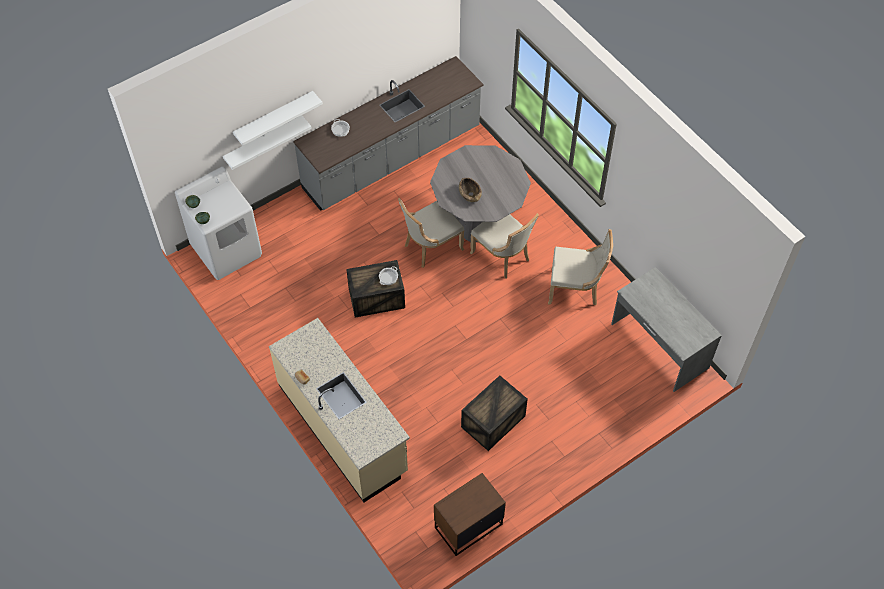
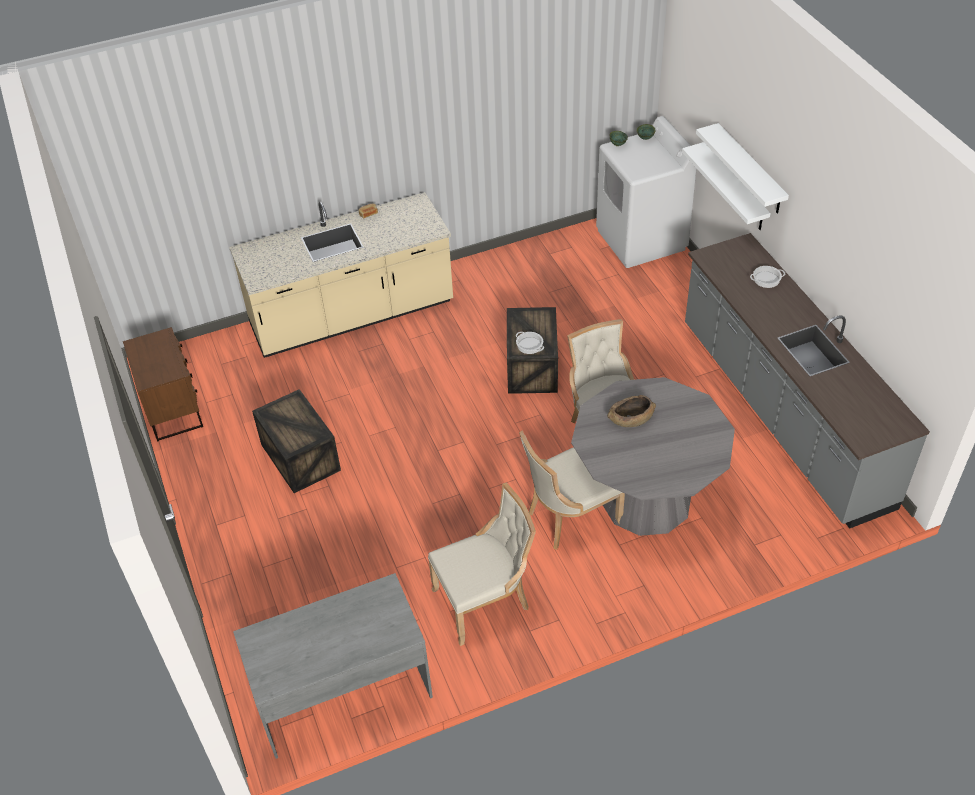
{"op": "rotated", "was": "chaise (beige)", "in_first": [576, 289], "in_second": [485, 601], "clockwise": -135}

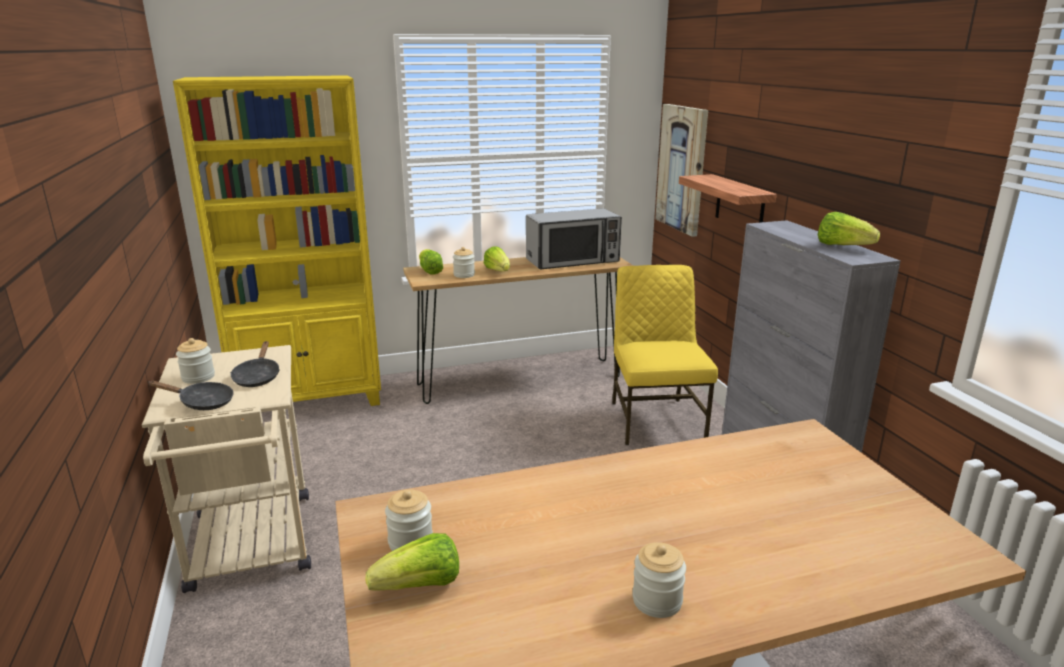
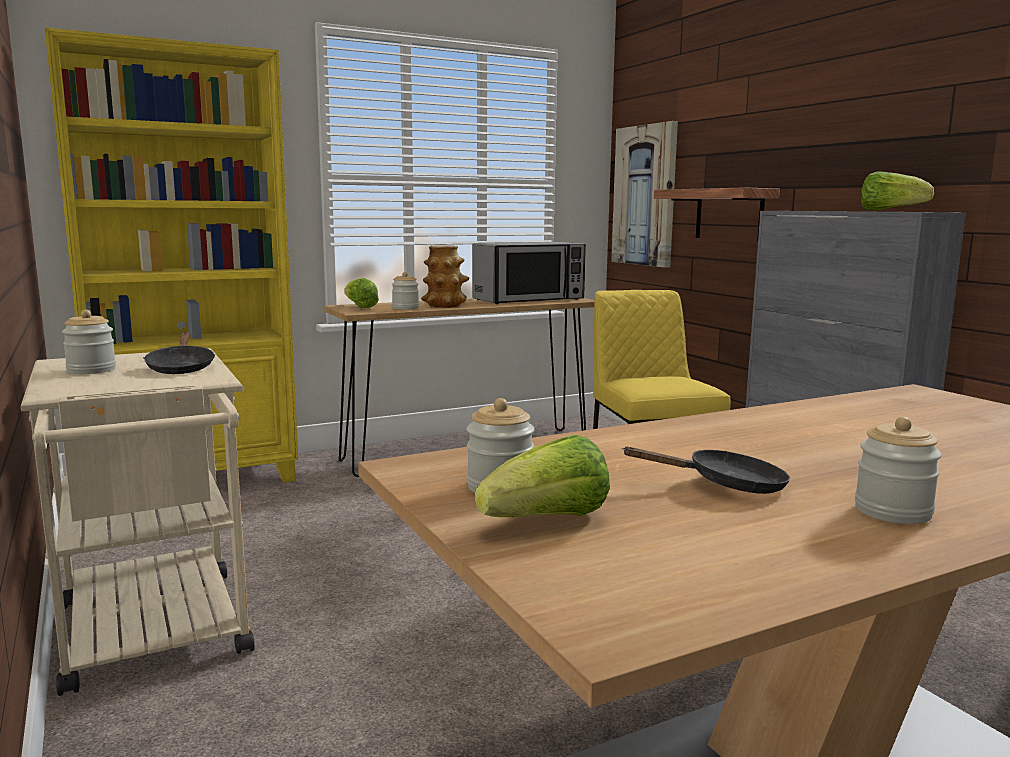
{"op": "swapped", "was": "laitue", "now": "vase", "in_first": [498, 271], "in_second": [445, 305]}
{"op": "shifted", "was": "poêle (noir)", "in_first": [202, 402], "in_second": [726, 485]}

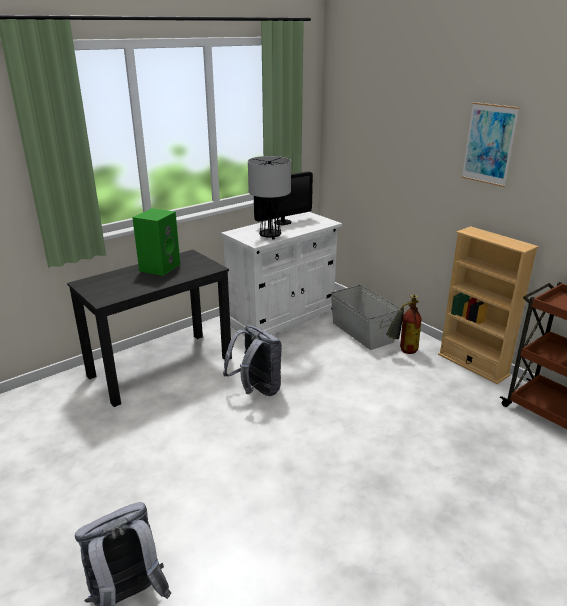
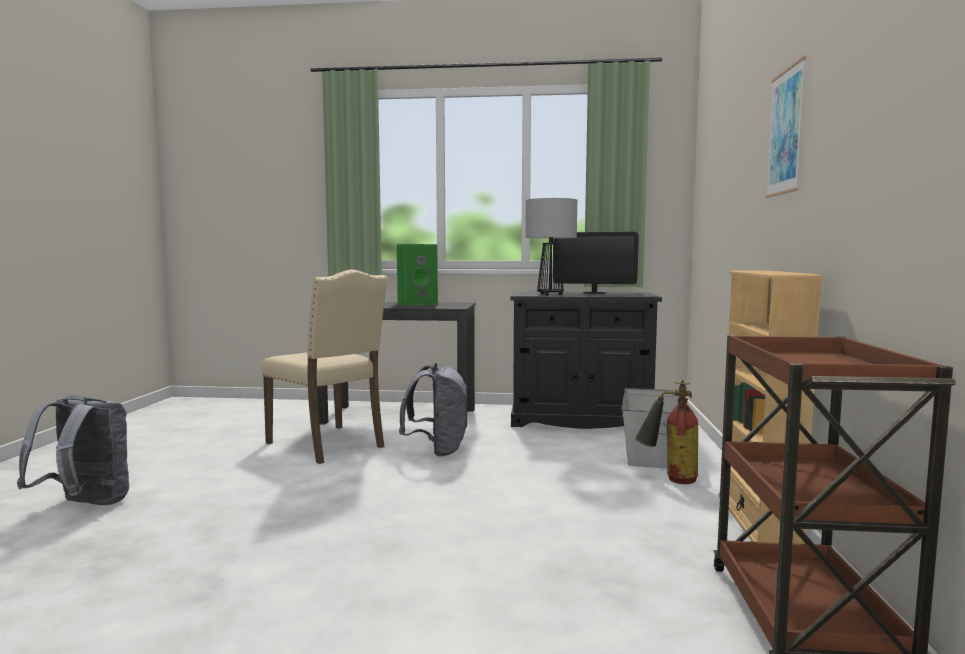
{"op": "new", "now": "chaise (beige)", "in_second": [329, 445]}
{"op": "repainted", "was": "meuble de rangement (blanc)", "now": "meuble de rangement (noir)", "in_first": [282, 317], "in_second": [580, 420]}

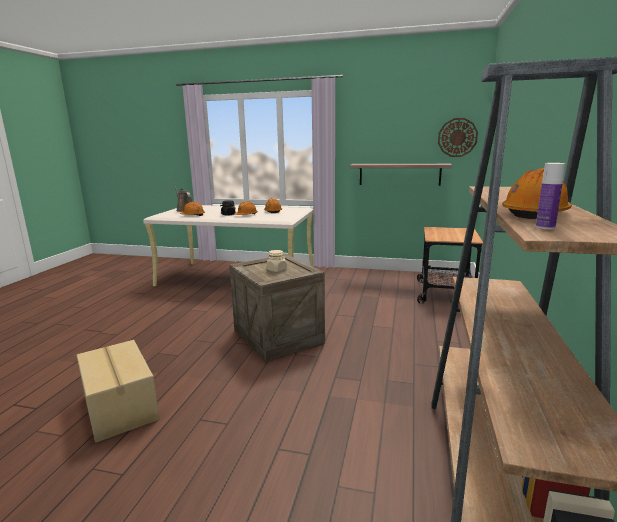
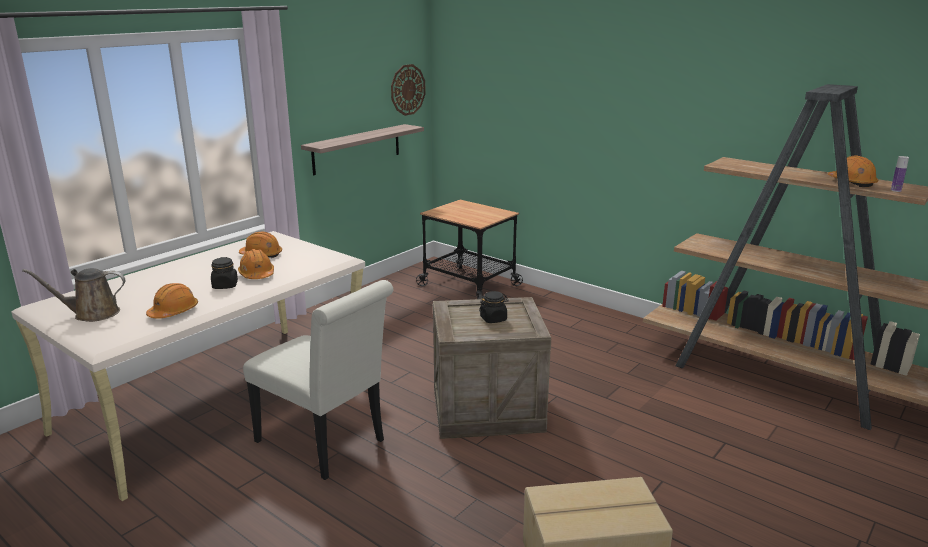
{"op": "new", "now": "chaise (blanc)", "in_second": [326, 444]}
{"op": "repainted", "was": "bocal (beige)", "now": "bocal (noir)", "in_first": [277, 270], "in_second": [493, 319]}

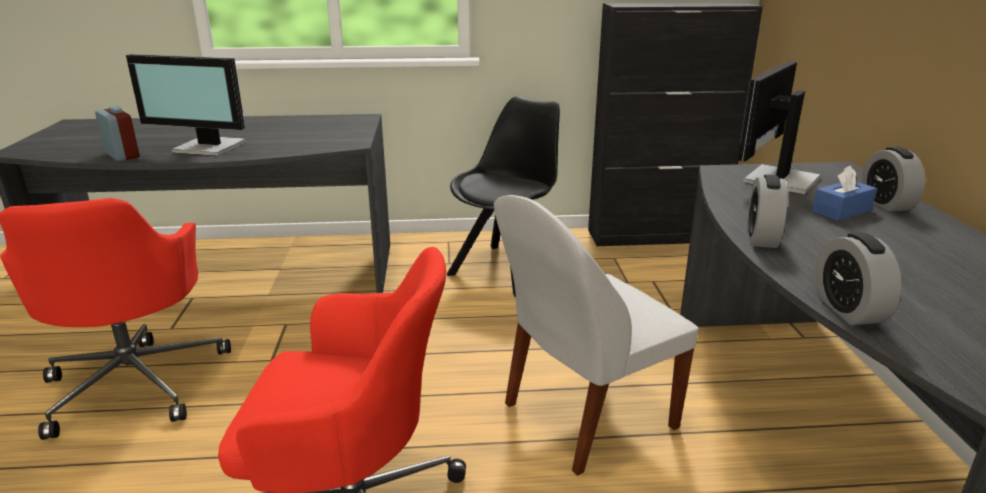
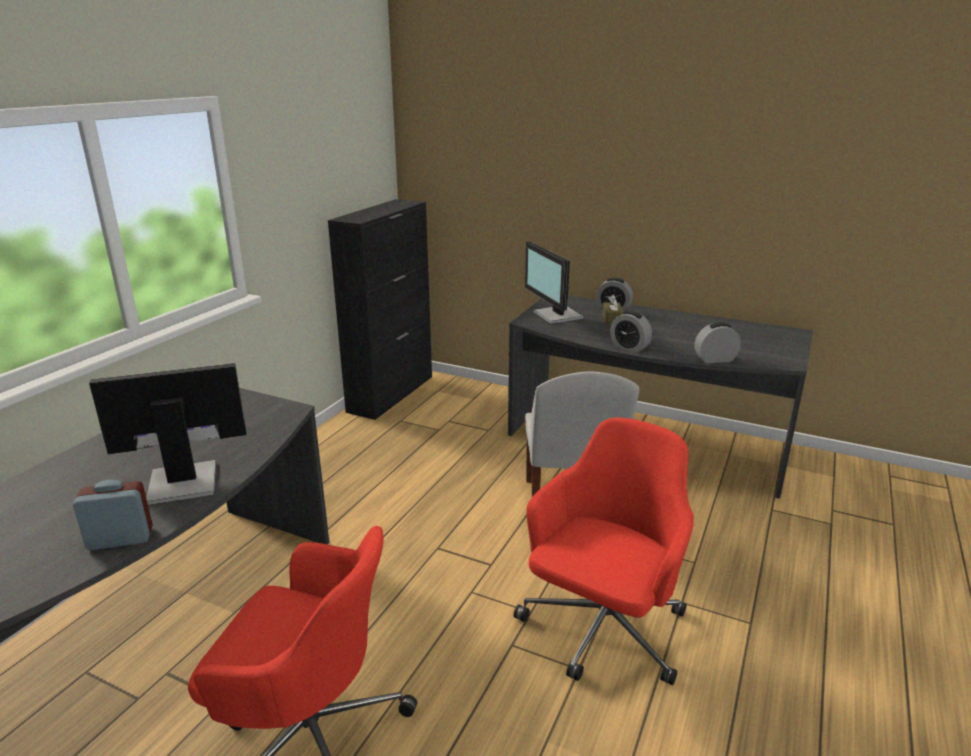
{"op": "rotated", "was": "écran d'ordinateur", "in_first": [209, 148], "in_second": [182, 481], "clockwise": -150}
{"op": "repainted", "was": "boîte à mouchoirs (bleu)", "now": "boîte à mouchoirs (marron)", "in_first": [841, 211], "in_second": [612, 320]}
{"op": "rotated", "was": "réveil", "in_first": [848, 310], "in_second": [715, 359], "clockwise": 150}
{"op": "gone", "was": "chaise (noir)", "in_first": [507, 269]}

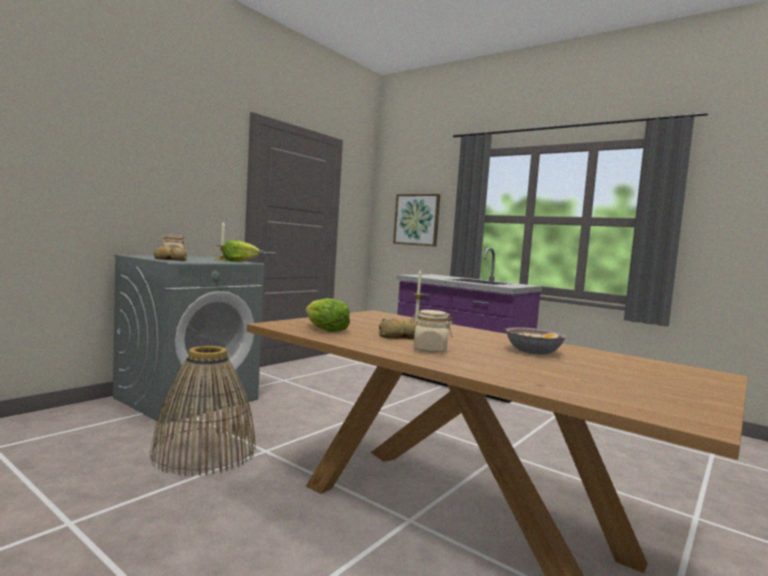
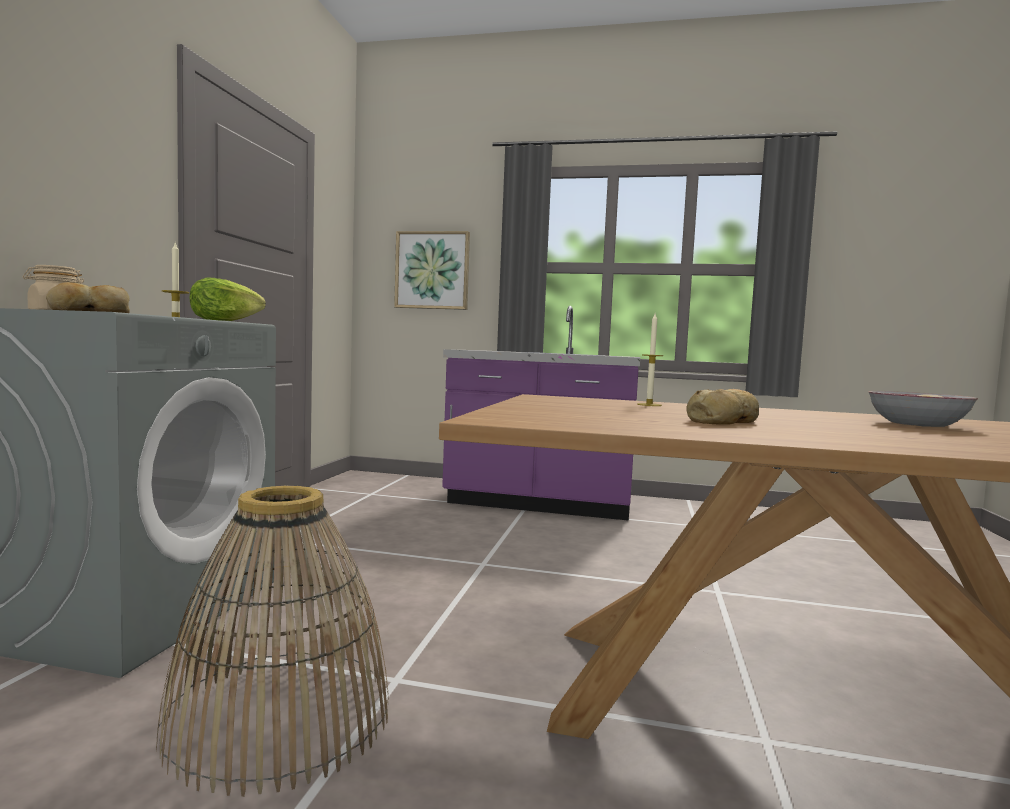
{"op": "gone", "was": "laitue", "in_first": [325, 330]}
{"op": "gone", "was": "bocal (beige)", "in_first": [429, 350]}

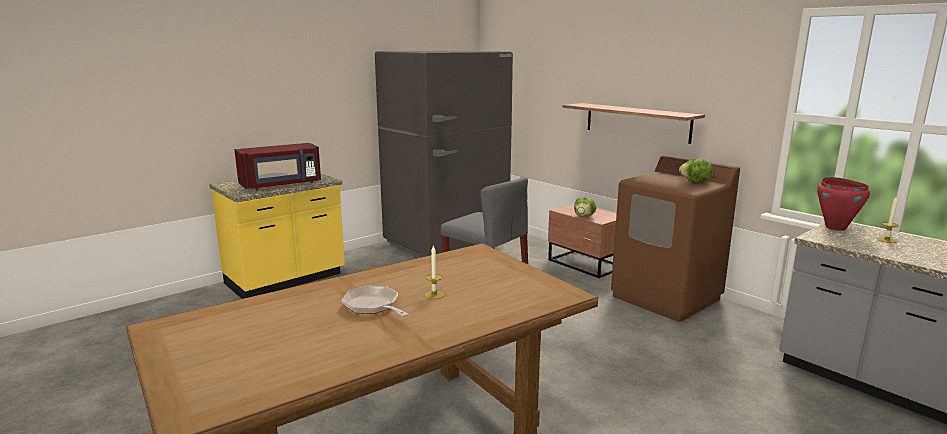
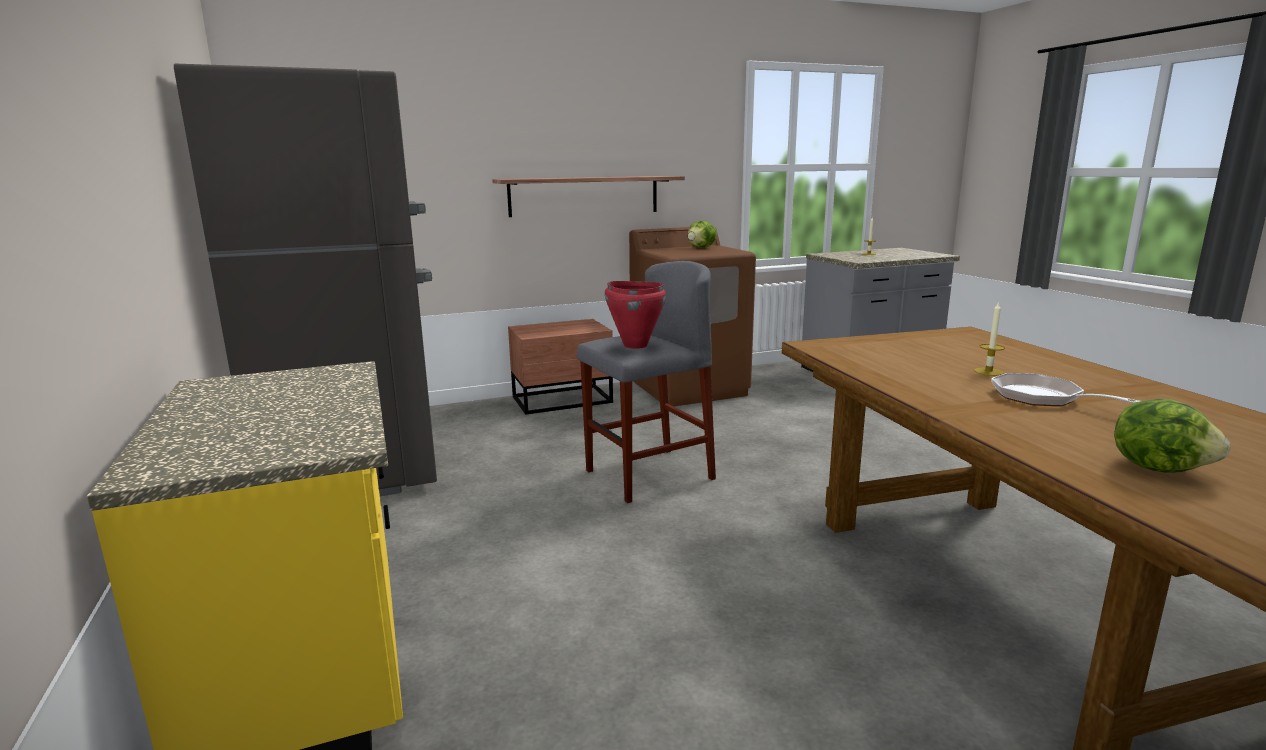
{"op": "shifted", "was": "marmite (rouge)", "in_first": [835, 227], "in_second": [635, 345]}
{"op": "rotated", "was": "poêle", "in_first": [373, 306], "in_second": [1043, 398], "clockwise": 75}
{"op": "shifted", "was": "laitue", "in_first": [584, 216], "in_second": [1159, 467]}
{"op": "gone", "was": "micro-ondes (rouge)", "in_first": [281, 185]}

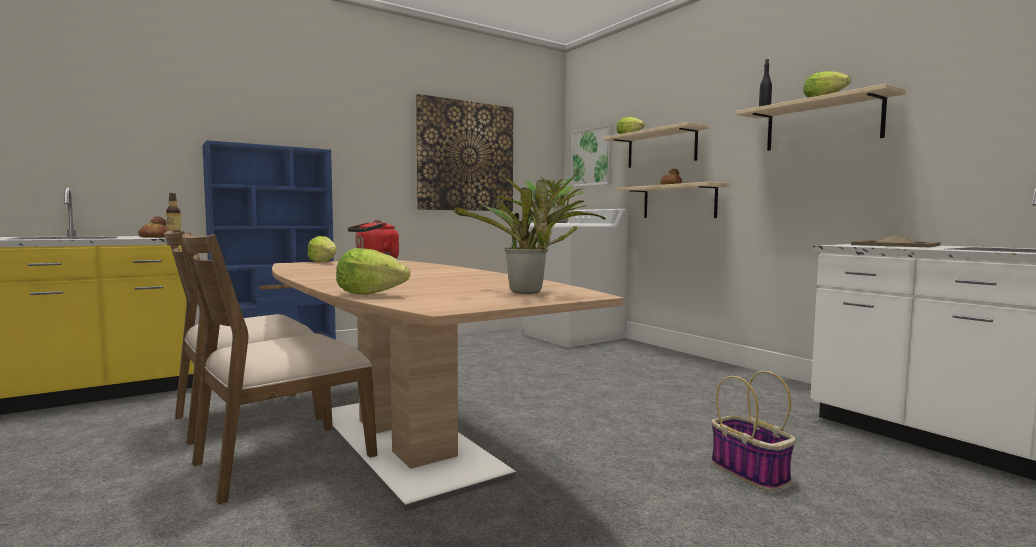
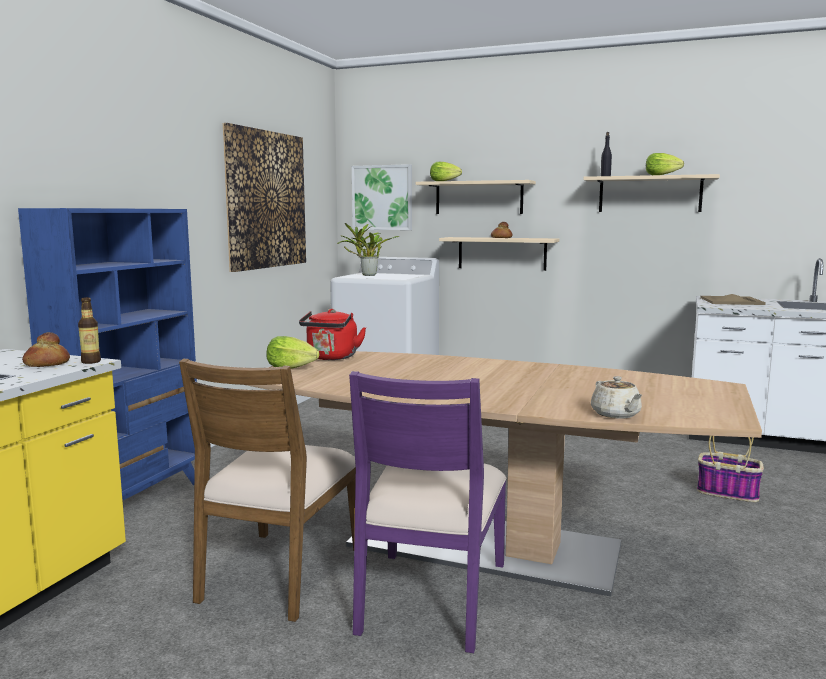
{"op": "repainted", "was": "chaise (marron)", "now": "chaise (violet)", "in_first": [282, 461], "in_second": [430, 599]}
{"op": "swapped", "was": "laitue", "now": "théière (beige)", "in_first": [370, 294], "in_second": [616, 414]}
{"op": "gone", "was": "plante en pot", "in_first": [530, 292]}

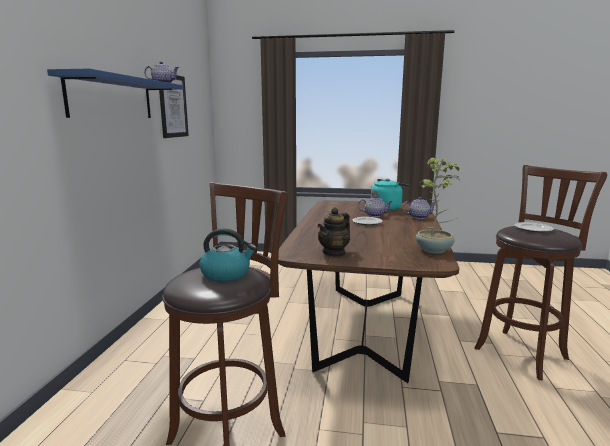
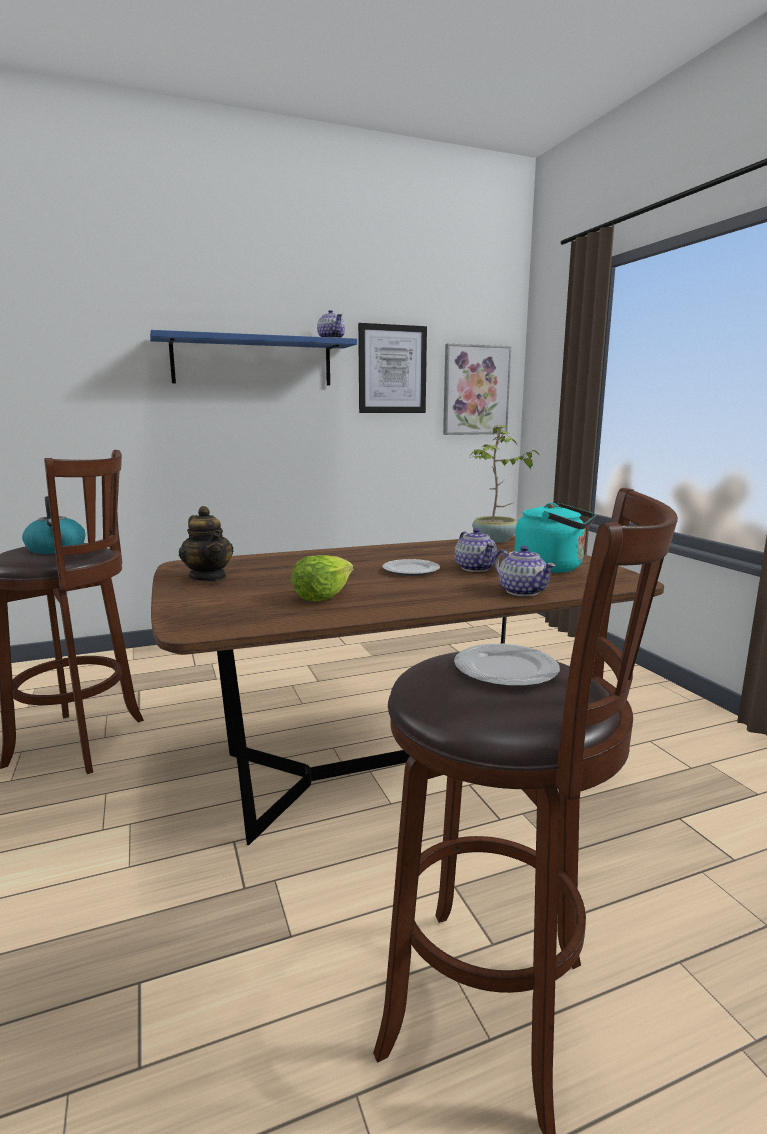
{"op": "rotated", "was": "théière", "in_first": [334, 253], "in_second": [208, 577], "clockwise": -135}
{"op": "new", "now": "laitue", "in_second": [322, 596]}
{"op": "new", "now": "tableau", "in_second": [475, 390]}
{"op": "shifted", "was": "plante en pot", "in_first": [435, 250], "in_second": [495, 540]}

